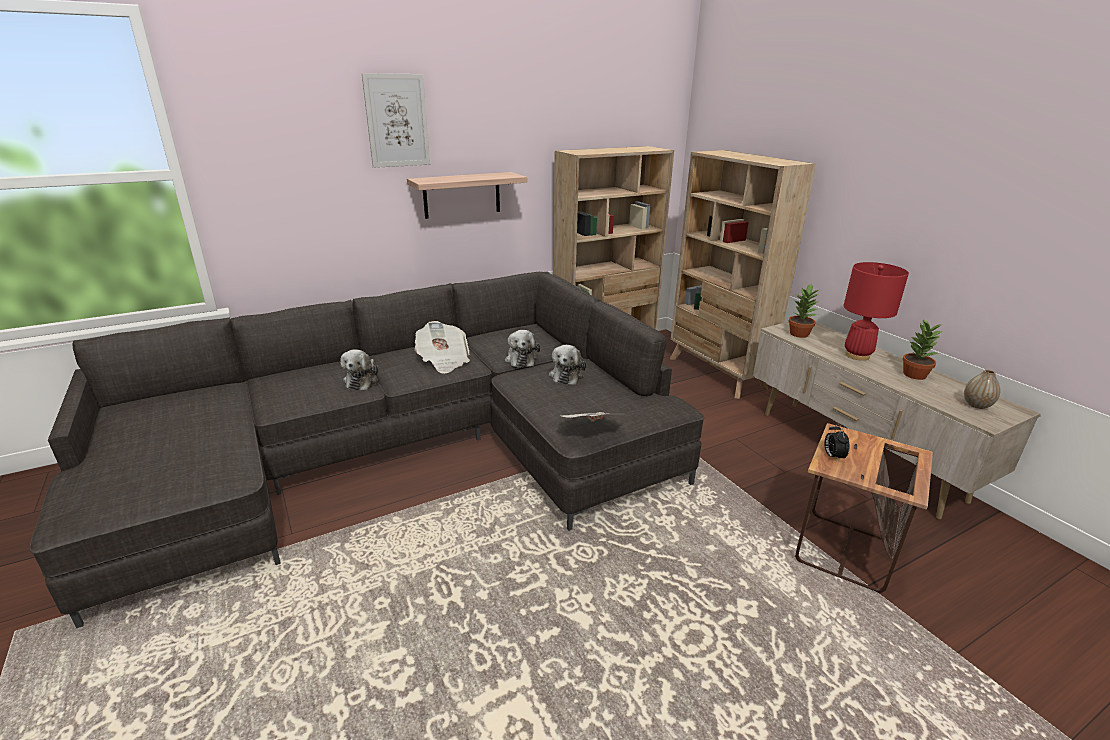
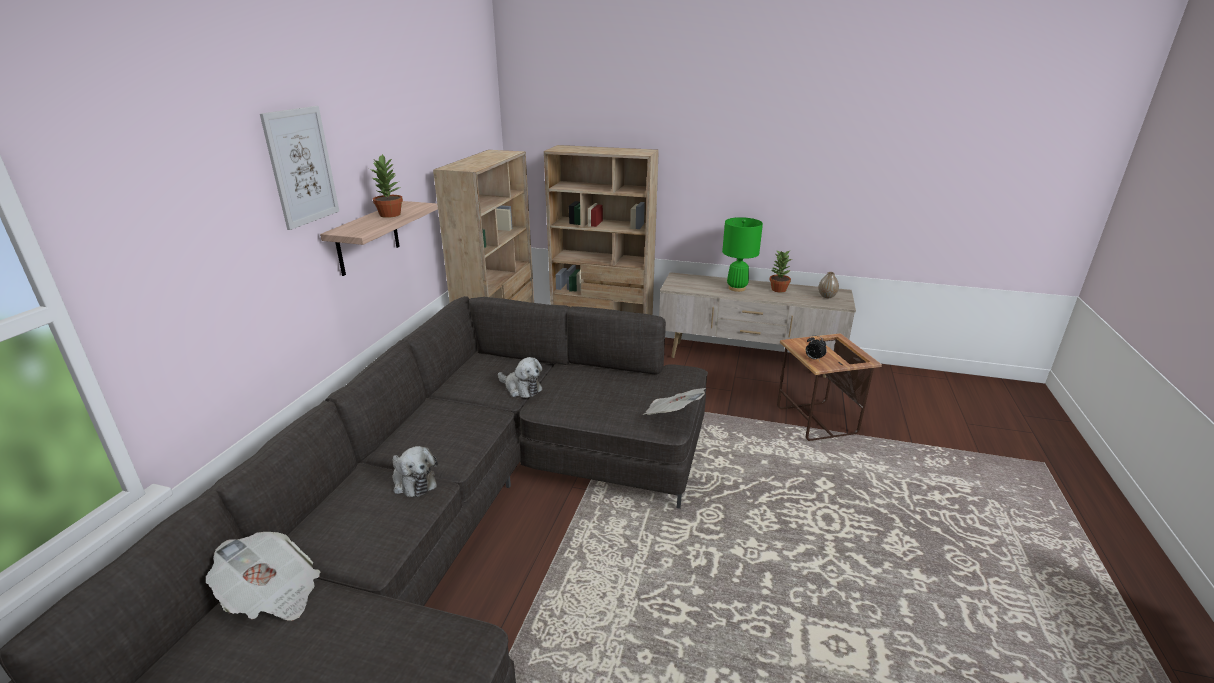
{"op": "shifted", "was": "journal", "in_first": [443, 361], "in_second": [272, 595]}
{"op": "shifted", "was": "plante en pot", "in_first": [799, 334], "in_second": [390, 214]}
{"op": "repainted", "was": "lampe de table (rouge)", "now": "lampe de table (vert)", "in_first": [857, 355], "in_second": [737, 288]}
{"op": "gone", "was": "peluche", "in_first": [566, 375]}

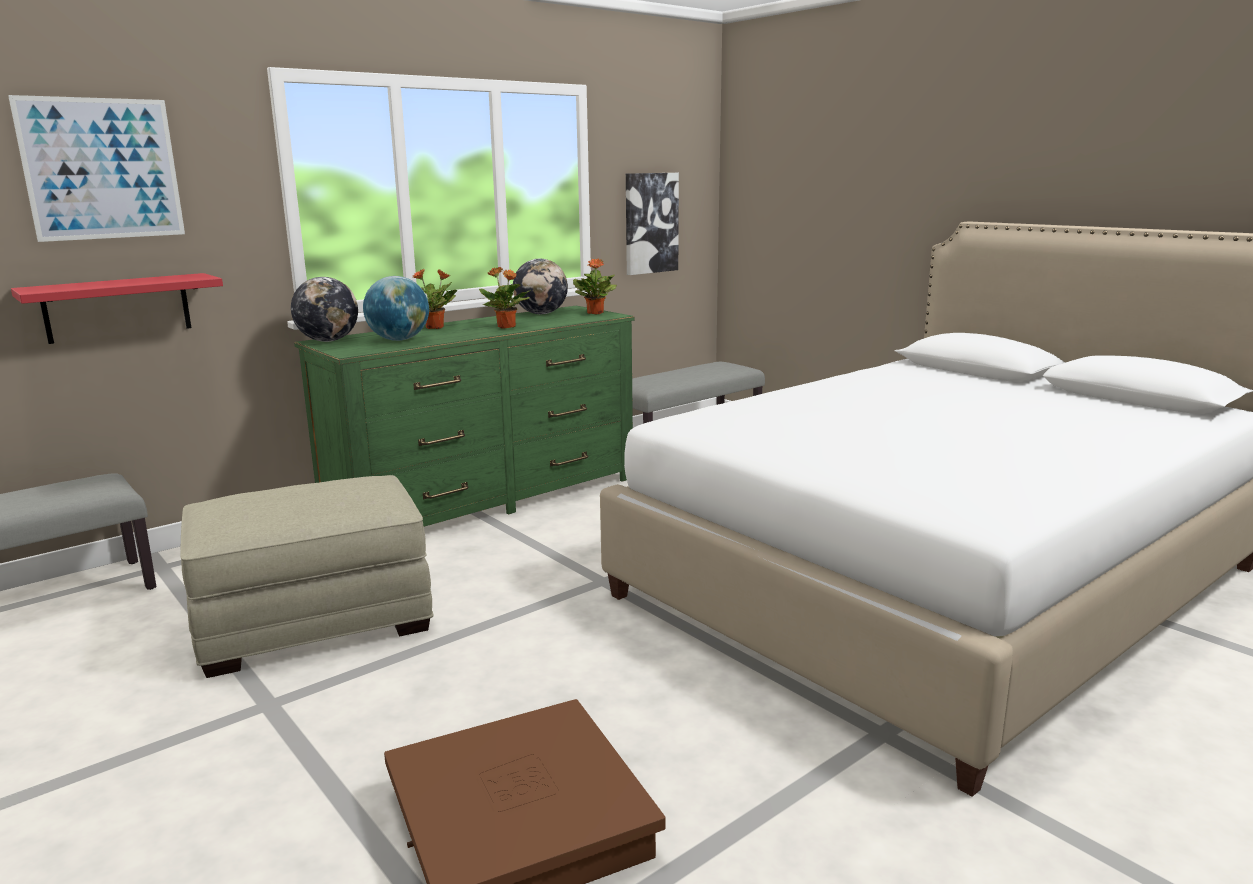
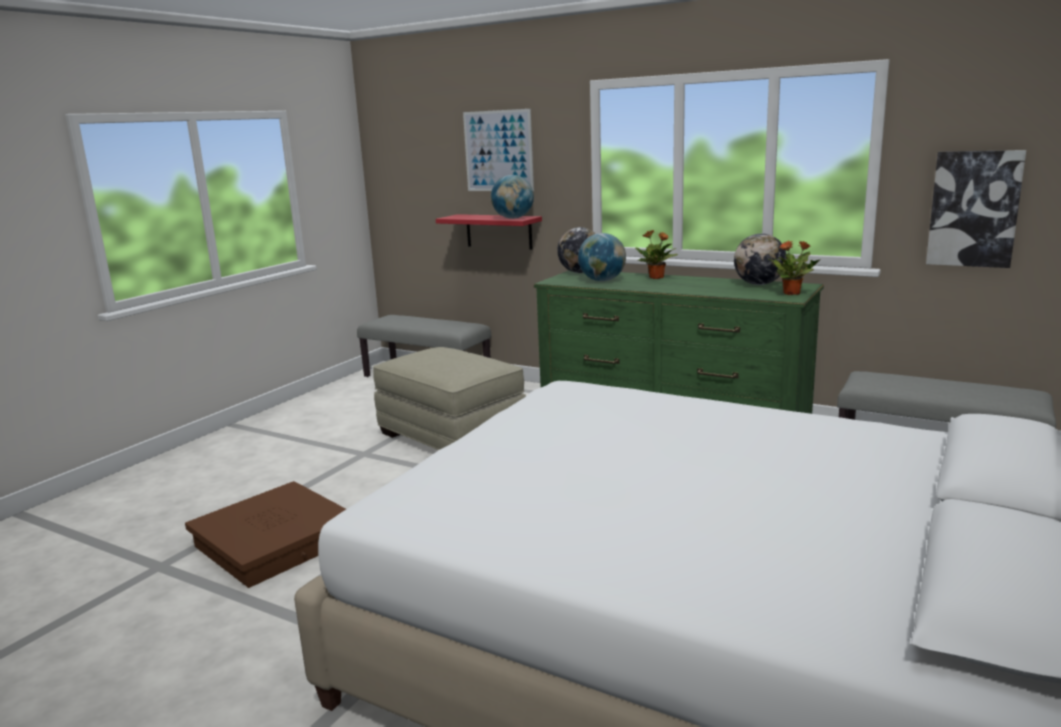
{"op": "new", "now": "globe", "in_second": [513, 218]}
{"op": "gone", "was": "plante en pot", "in_first": [506, 327]}

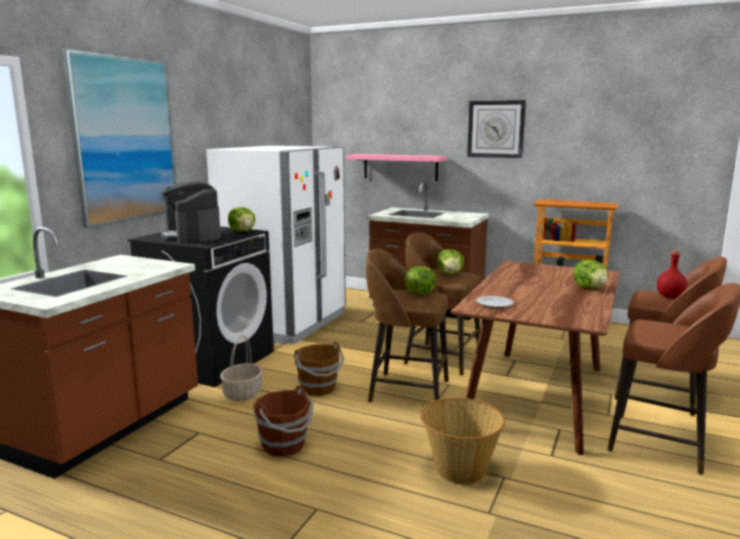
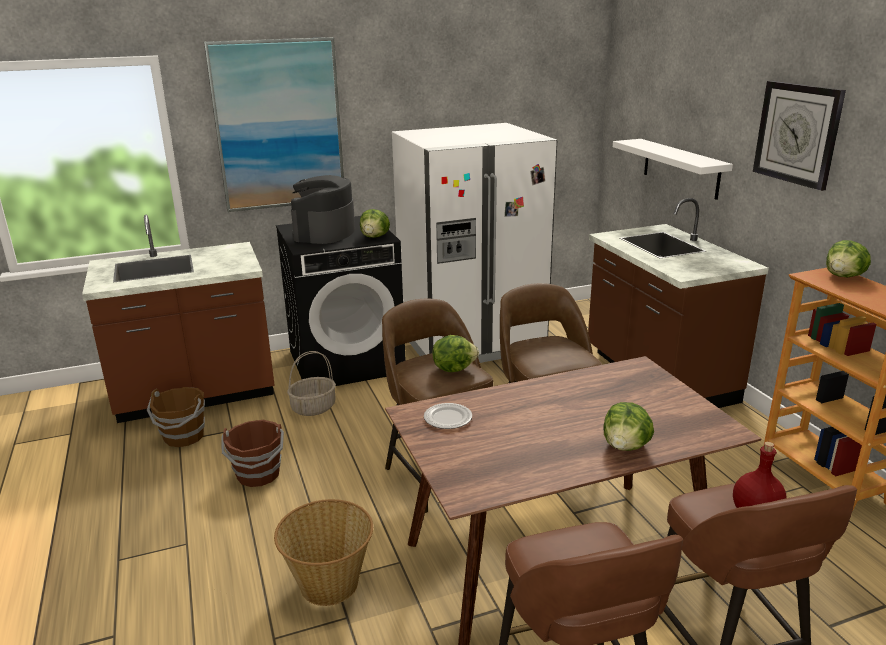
{"op": "shifted", "was": "seau (marron)", "in_first": [318, 388], "in_second": [183, 437]}
{"op": "repainted", "was": "étagère (rose)", "now": "étagère (blanc)", "in_first": [400, 167], "in_second": [681, 168]}
{"op": "shifted", "was": "laitue", "in_first": [450, 274], "in_second": [844, 276]}

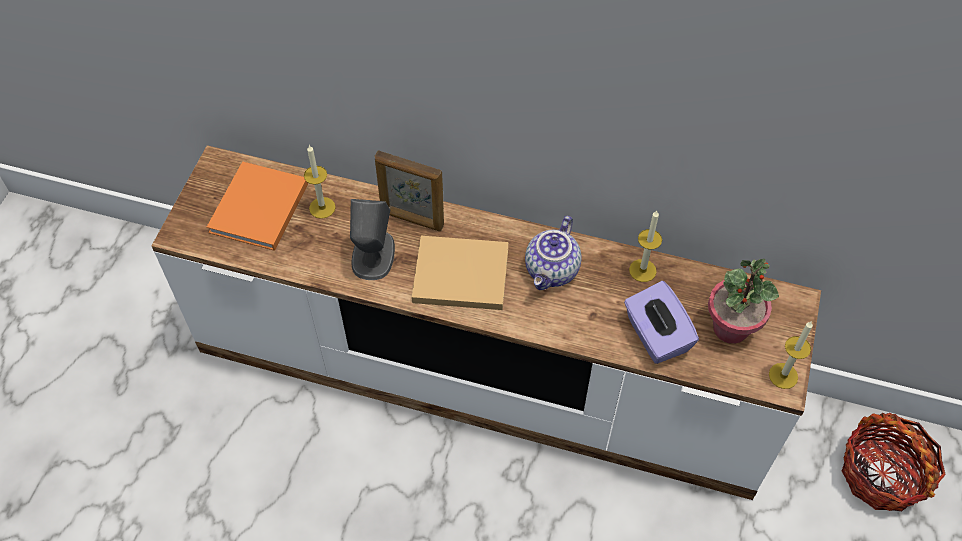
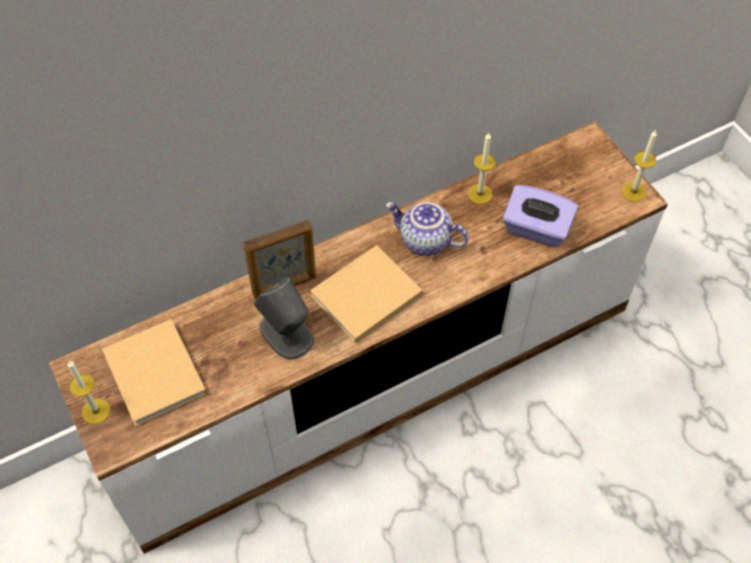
{"op": "shifted", "was": "bougie", "in_first": [322, 207], "in_second": [96, 411]}
{"op": "repainted", "was": "livre (orange)", "now": "livre (beige)", "in_first": [257, 210], "in_second": [156, 376]}
{"op": "rotated", "was": "théière", "in_first": [553, 271], "in_second": [424, 241], "clockwise": 135}
{"op": "gone", "was": "plante en pot", "in_first": [730, 327]}
{"op": "gone", "was": "panier", "in_first": [881, 474]}

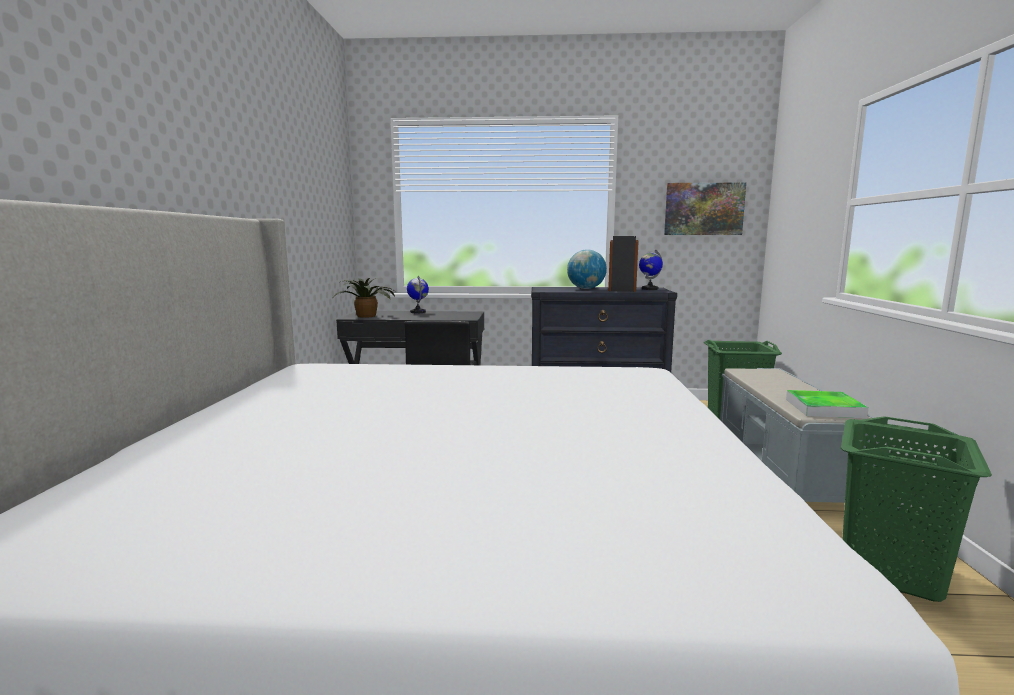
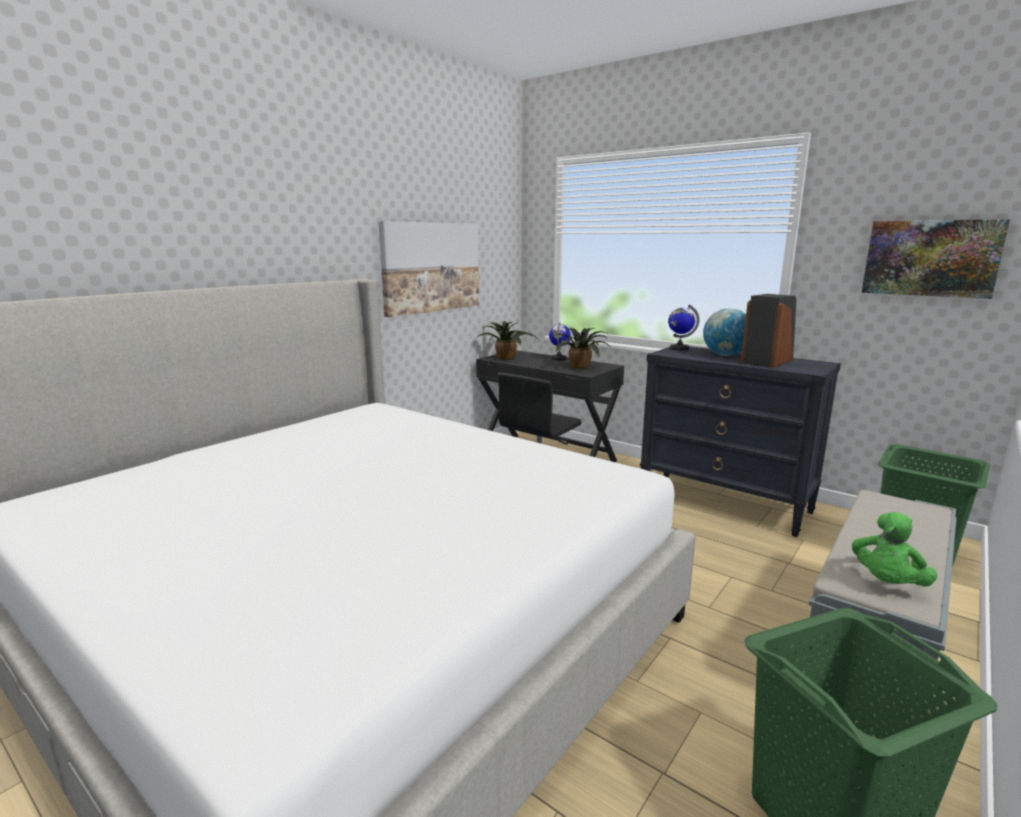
{"op": "new", "now": "tableau", "in_second": [431, 267]}
{"op": "new", "now": "plante en pot", "in_second": [581, 367]}
{"op": "shifted", "was": "globe", "in_first": [649, 289], "in_second": [679, 348]}
{"op": "swapped", "was": "plateau", "now": "peluche (vert)", "in_first": [824, 408], "in_second": [886, 583]}

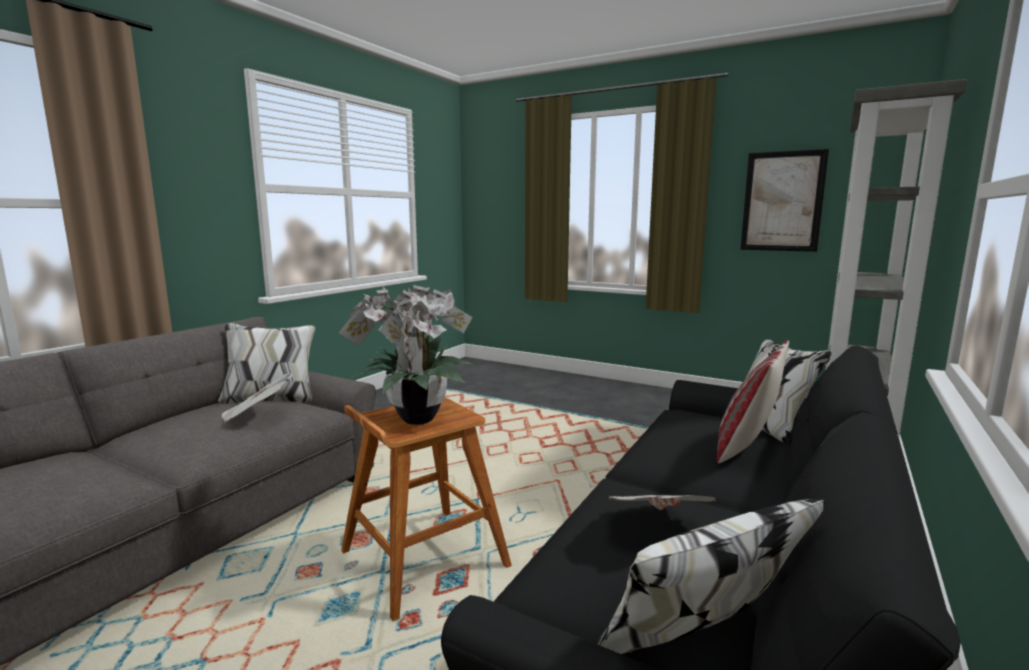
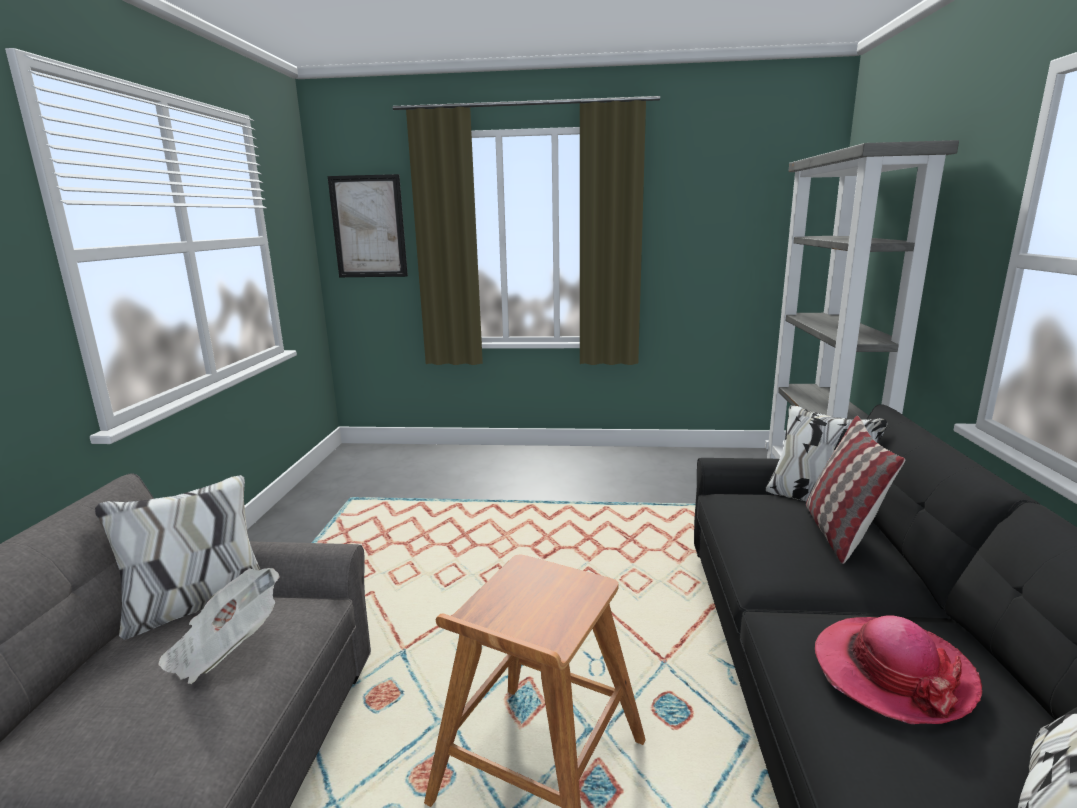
{"op": "shifted", "was": "tableau", "in_first": [782, 201], "in_second": [368, 227]}
{"op": "swapped", "was": "journal", "now": "chapeau", "in_first": [658, 525], "in_second": [891, 671]}
{"op": "gone", "was": "plante en pot", "in_first": [413, 419]}

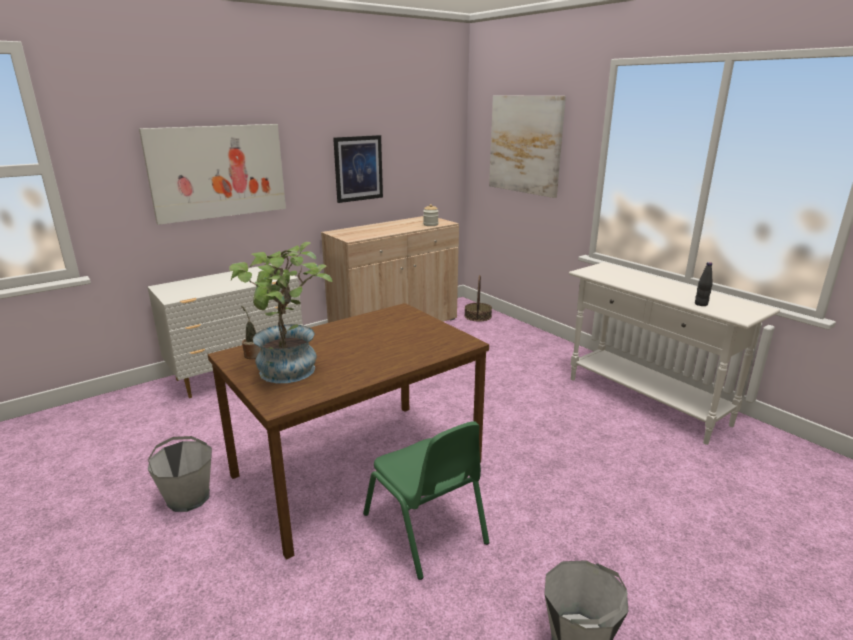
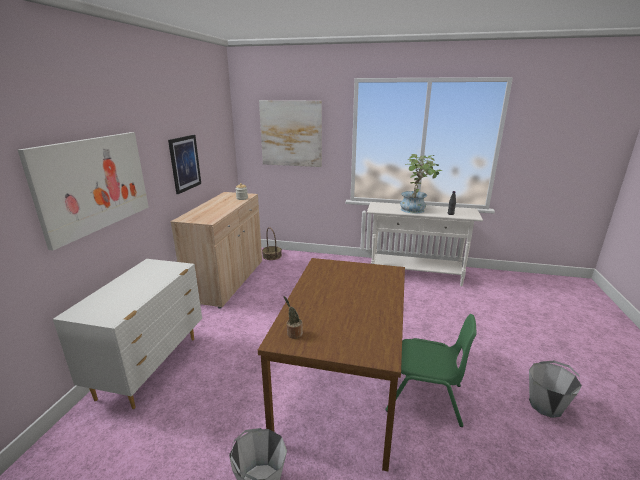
{"op": "shifted", "was": "plante en pot", "in_first": [289, 374], "in_second": [416, 210]}

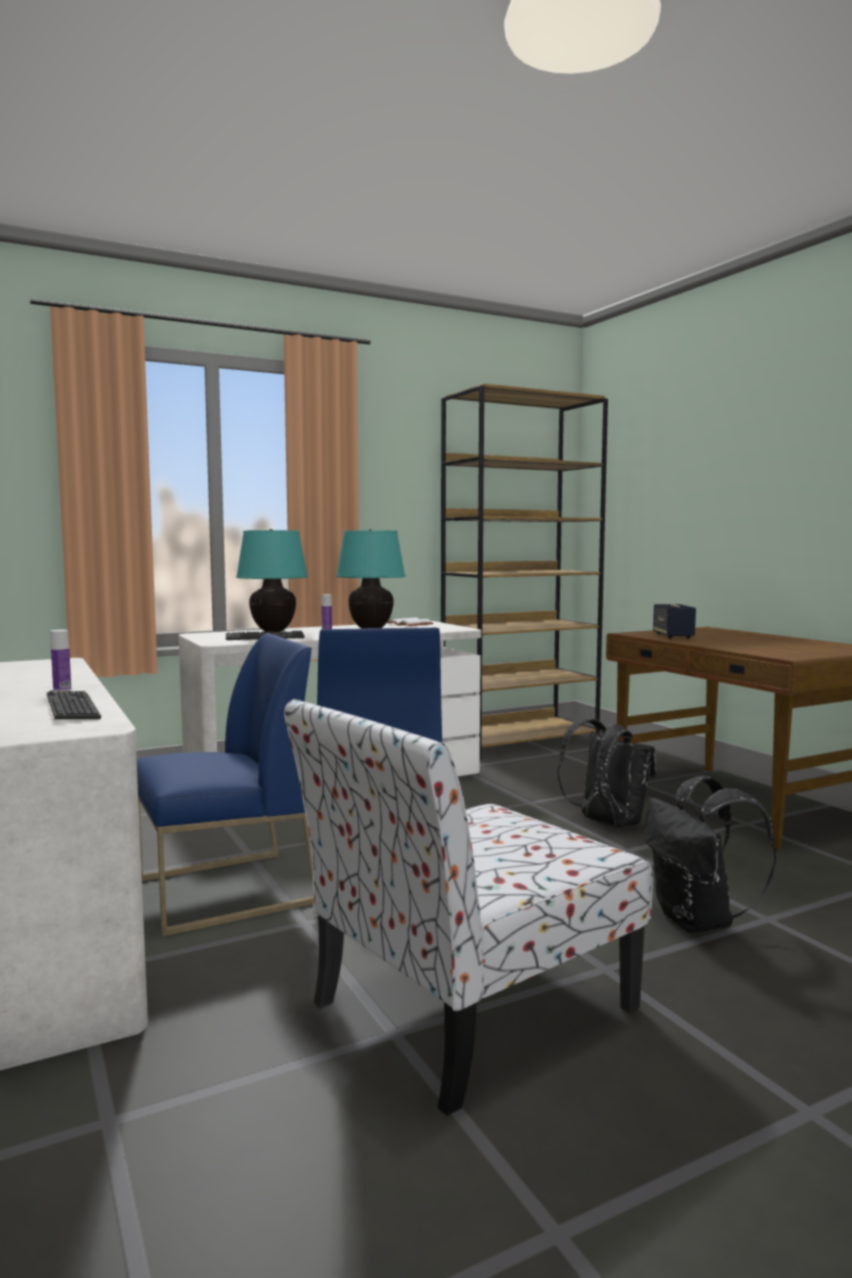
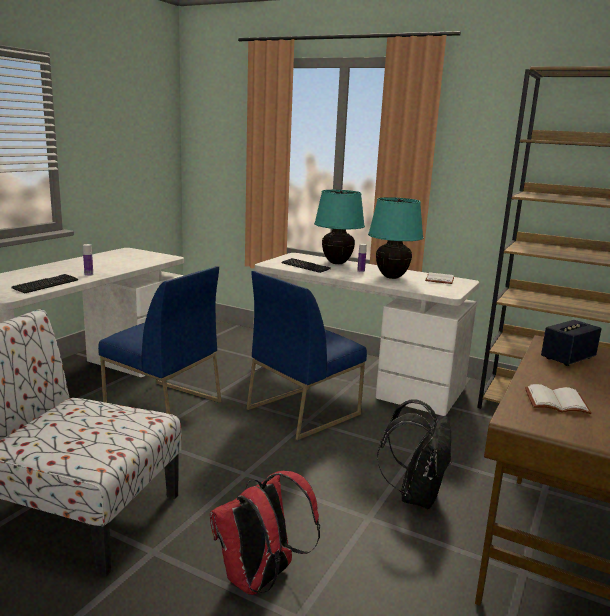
{"op": "repainted", "was": "sac à dos (noir)", "now": "sac à dos (rouge)", "in_first": [698, 921], "in_second": [260, 580]}
{"op": "new", "now": "livre (blanc)", "in_second": [555, 402]}

